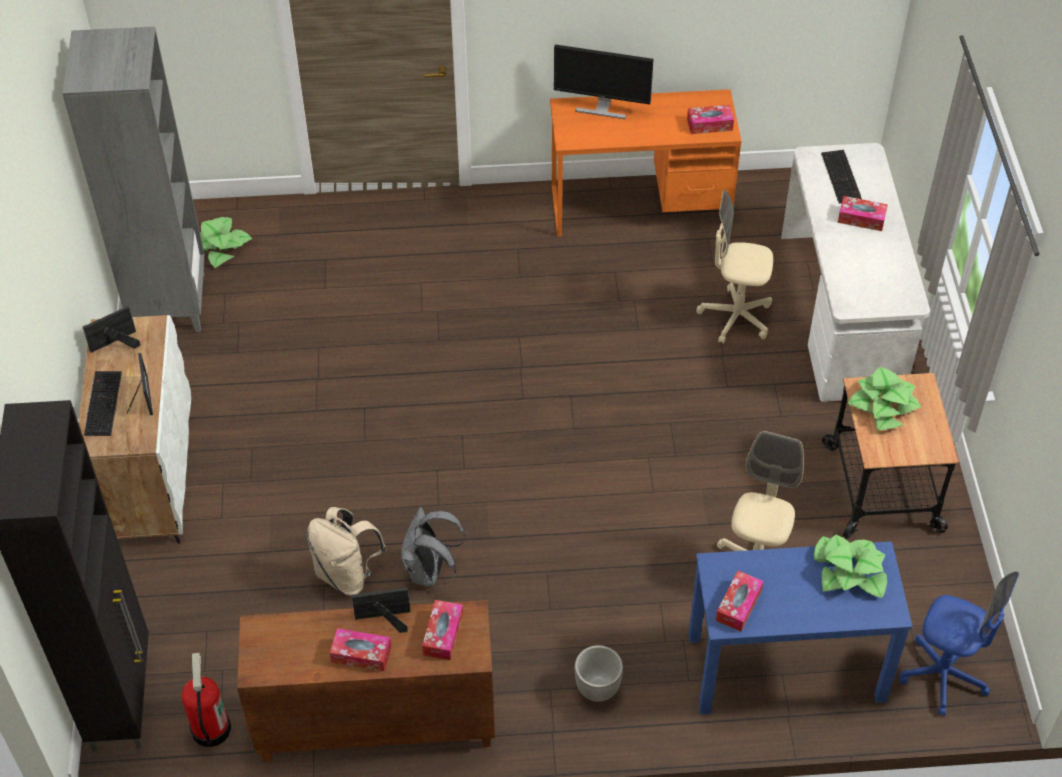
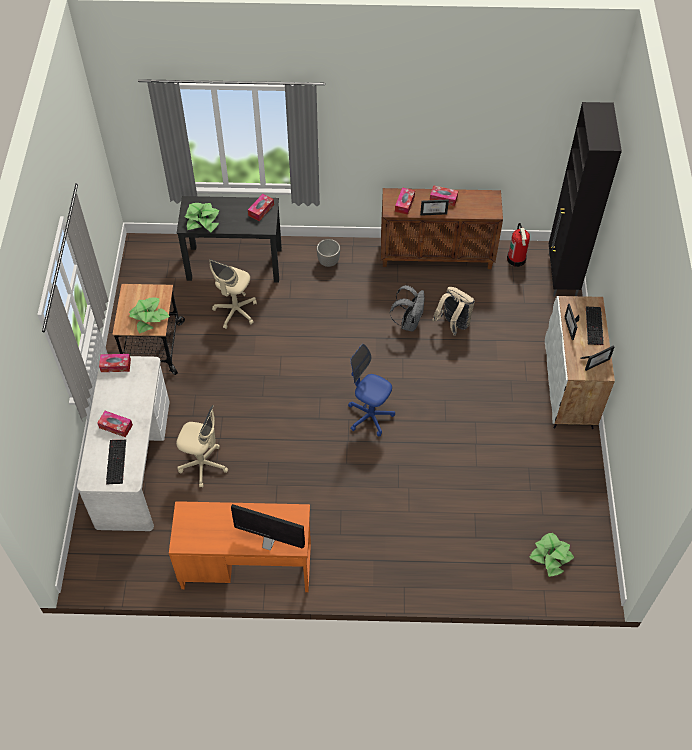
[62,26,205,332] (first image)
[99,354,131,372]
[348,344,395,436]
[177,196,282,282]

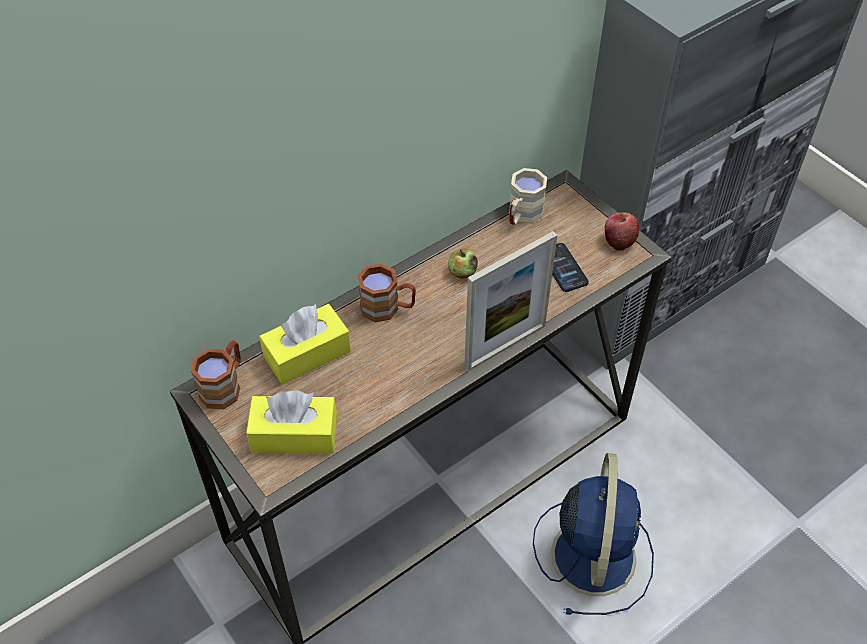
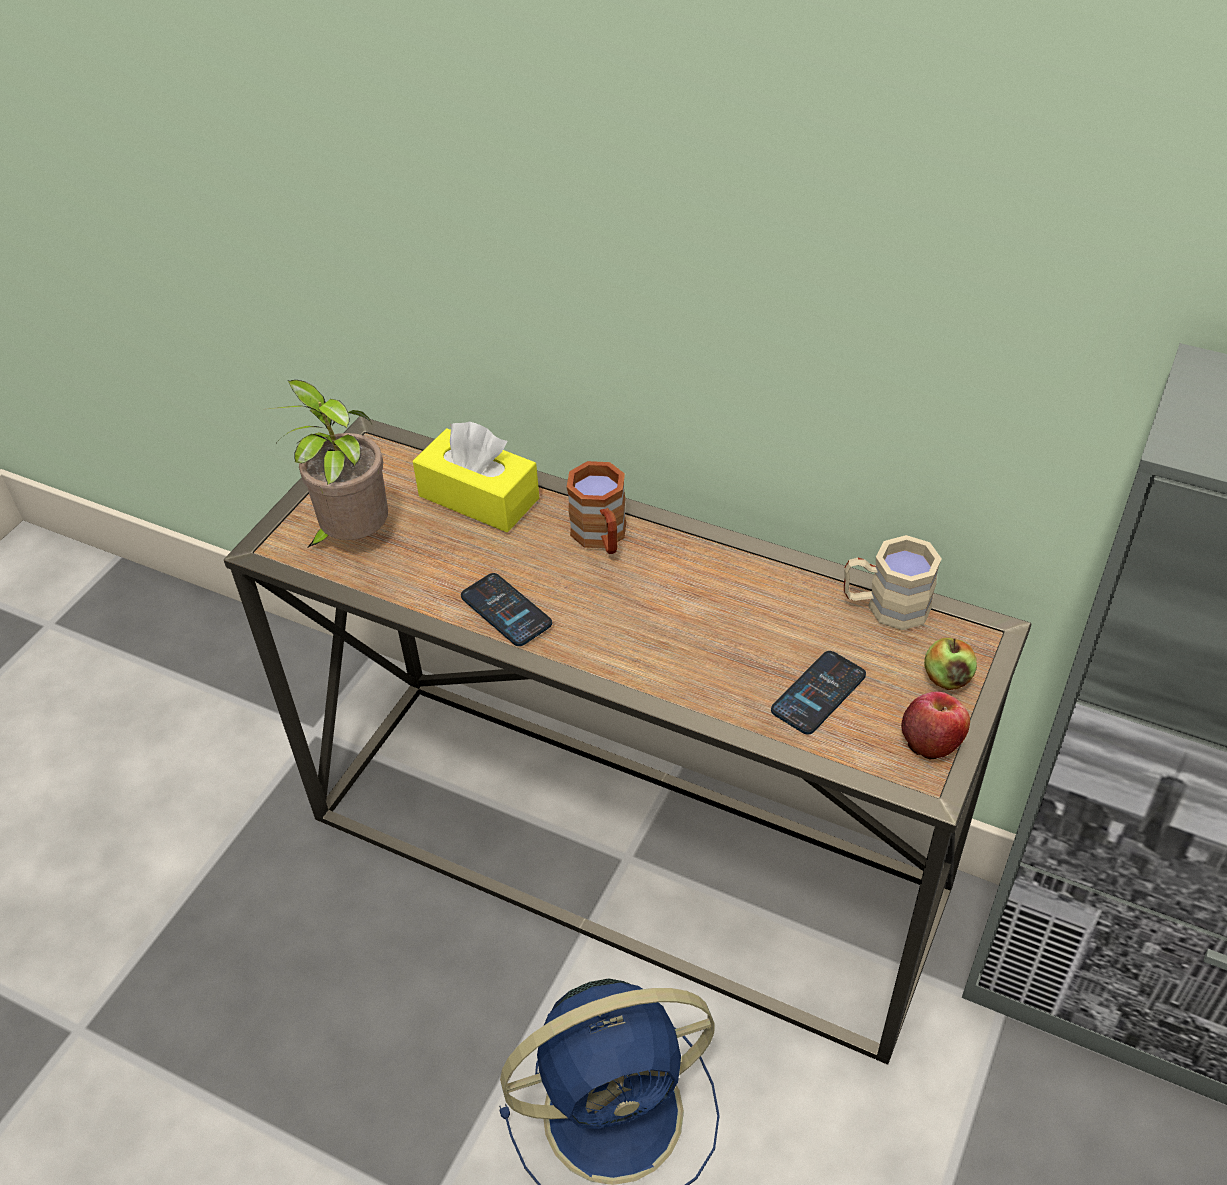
[190,340,241,409] (first image)
[464,231,558,371] (first image)
[461,573,552,646]
[924,638,977,690]
[269,380,388,548]

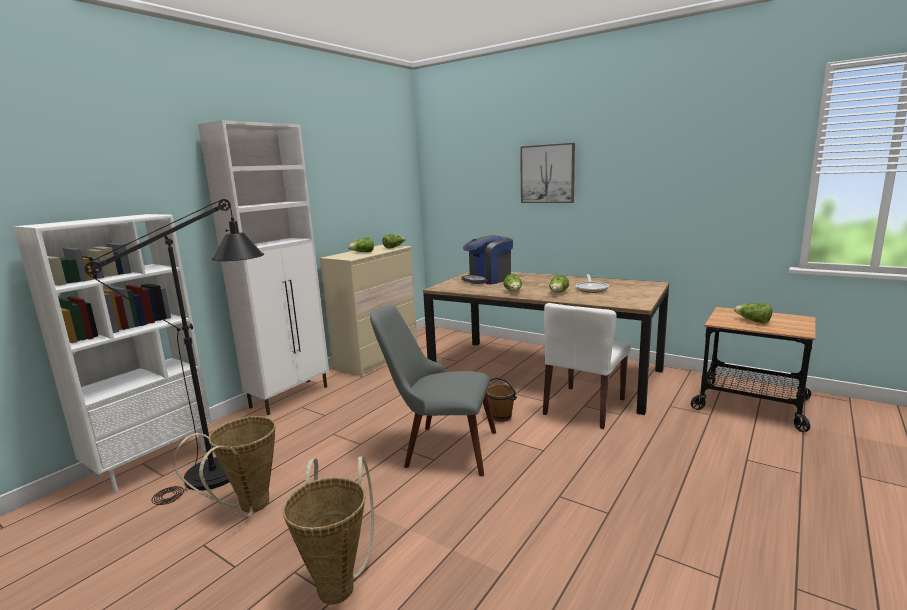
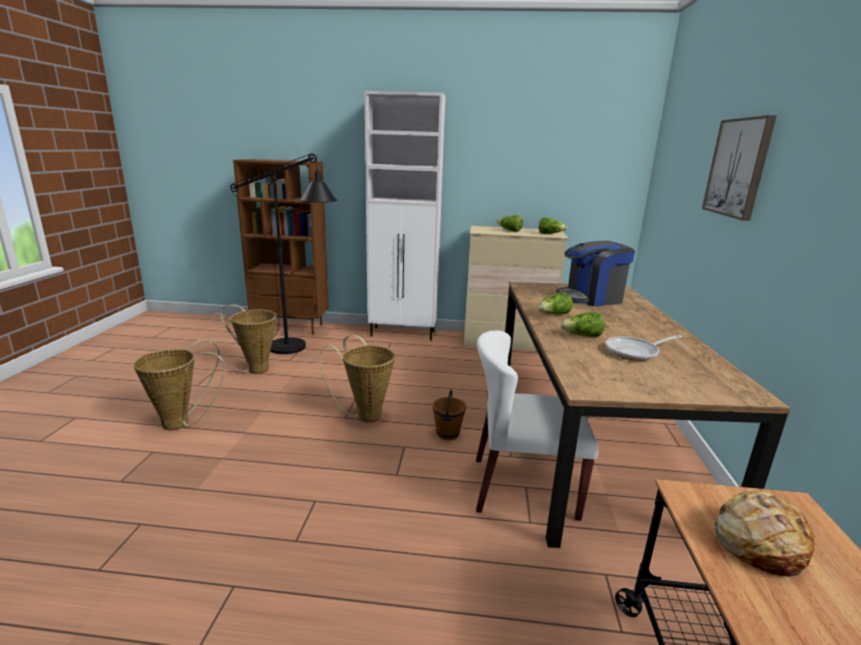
[319,335,395,423]
[714,490,814,577]
[233,159,329,335]
[556,241,635,306]

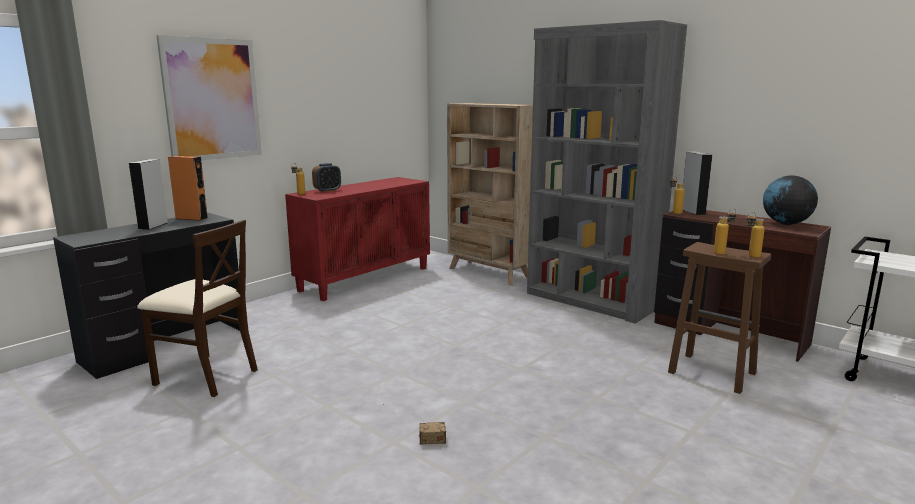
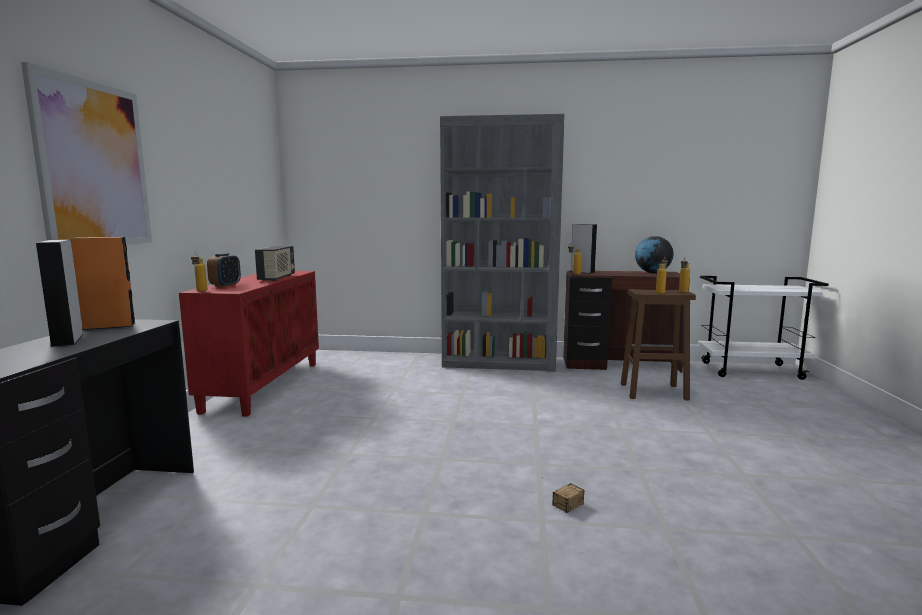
[137,220,258,397] (first image)
[447,103,533,285] (first image)
[255,246,295,281]

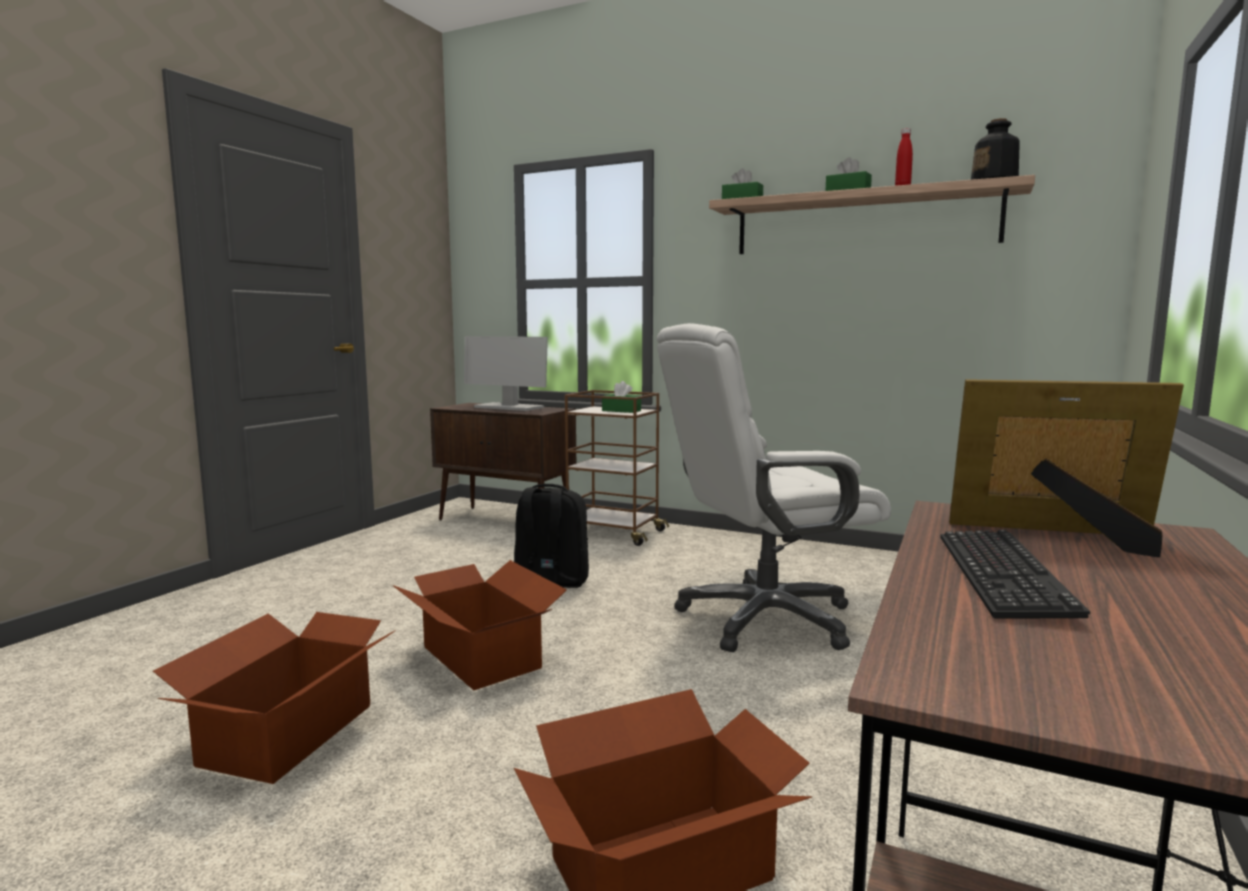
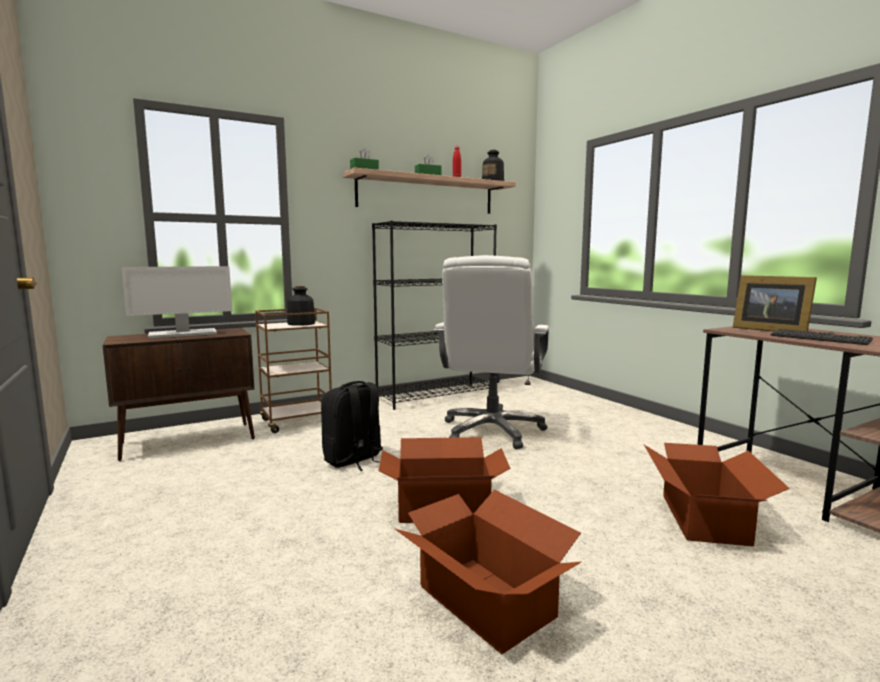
[372,221,497,410]
[287,286,315,326]
[733,275,817,332]

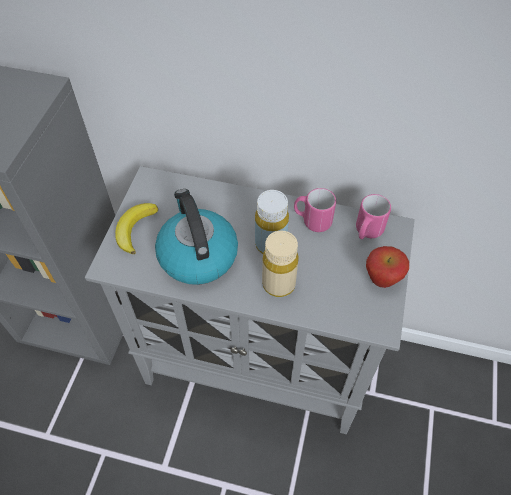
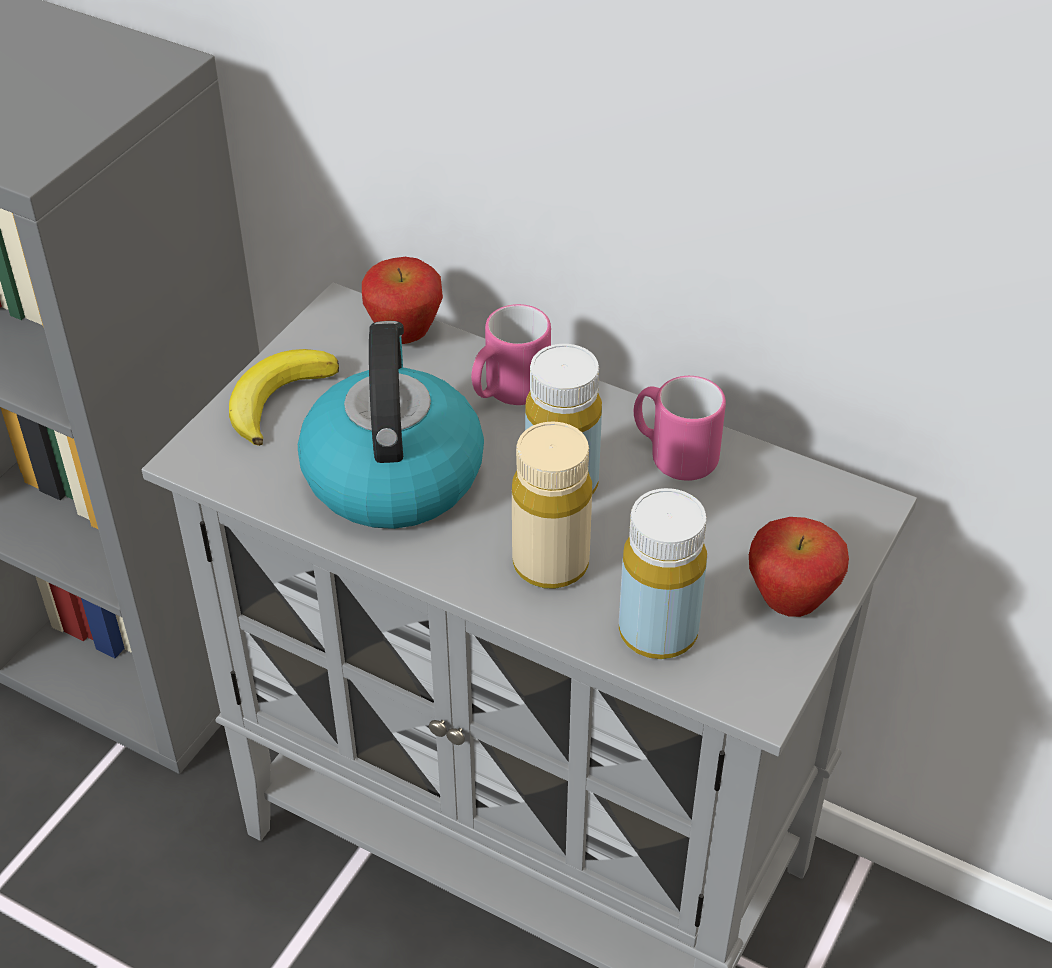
[362,257,443,344]
[619,488,707,659]
[471,304,551,405]

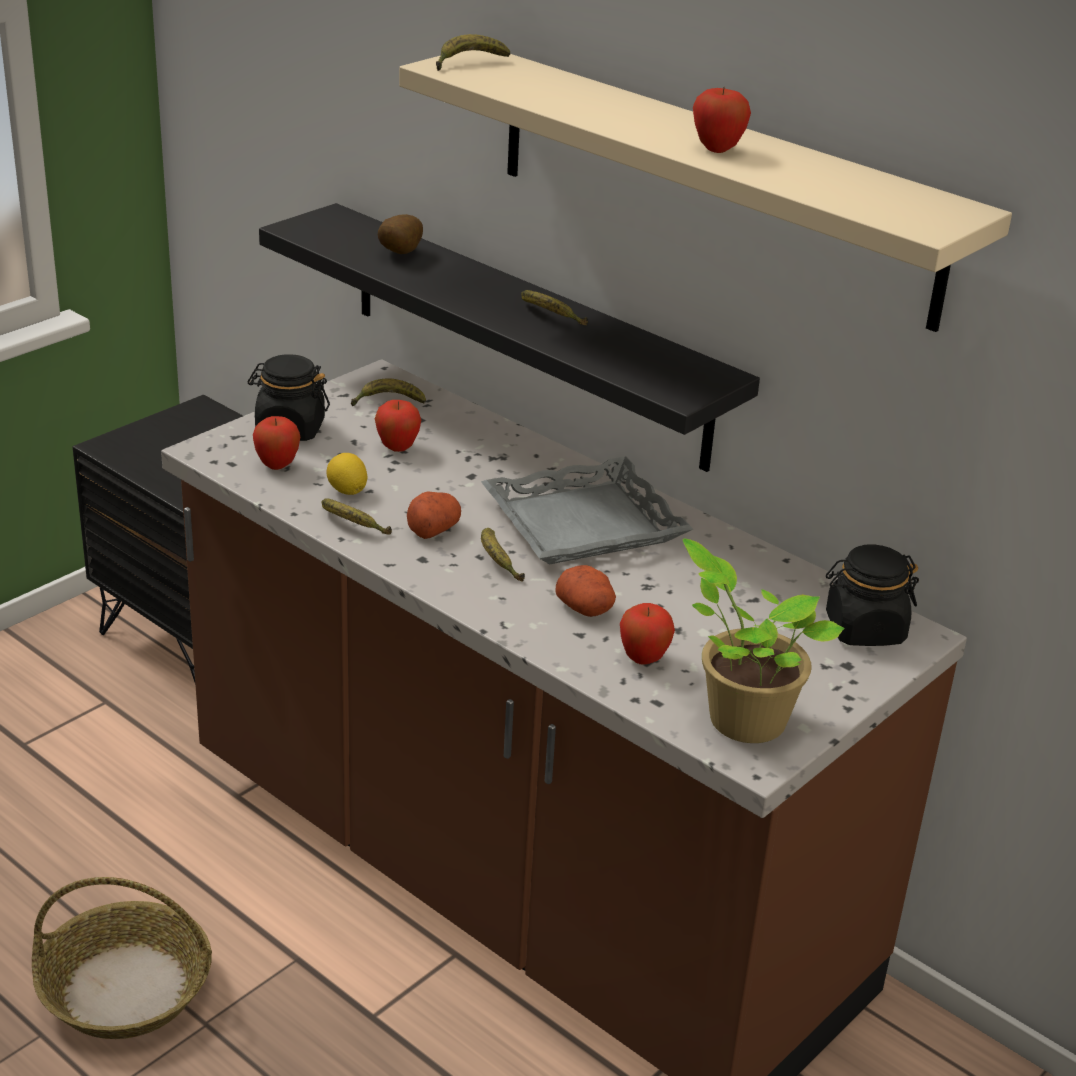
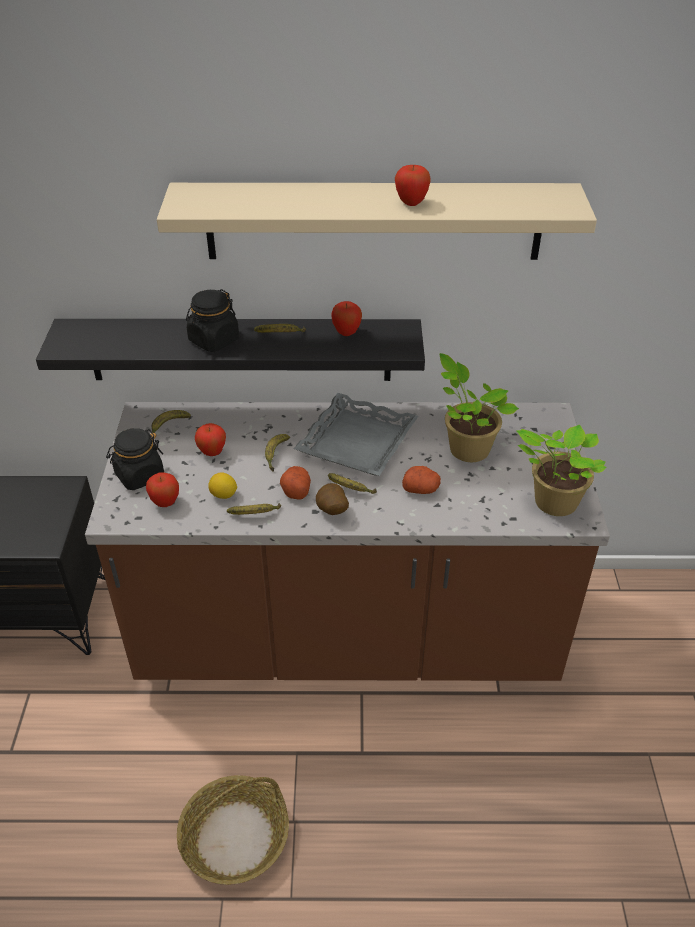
[440,353,519,462]
[316,483,349,515]
[265,434,290,472]
[331,301,362,336]
[186,289,239,352]

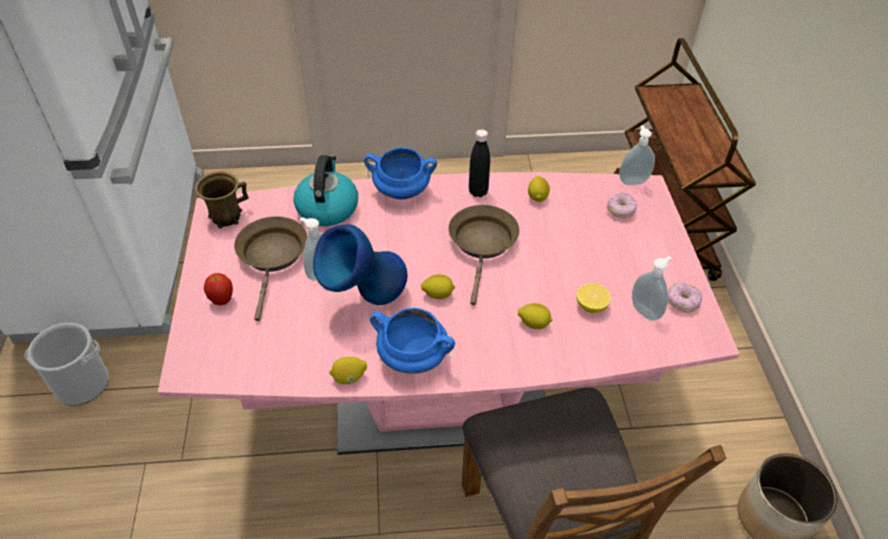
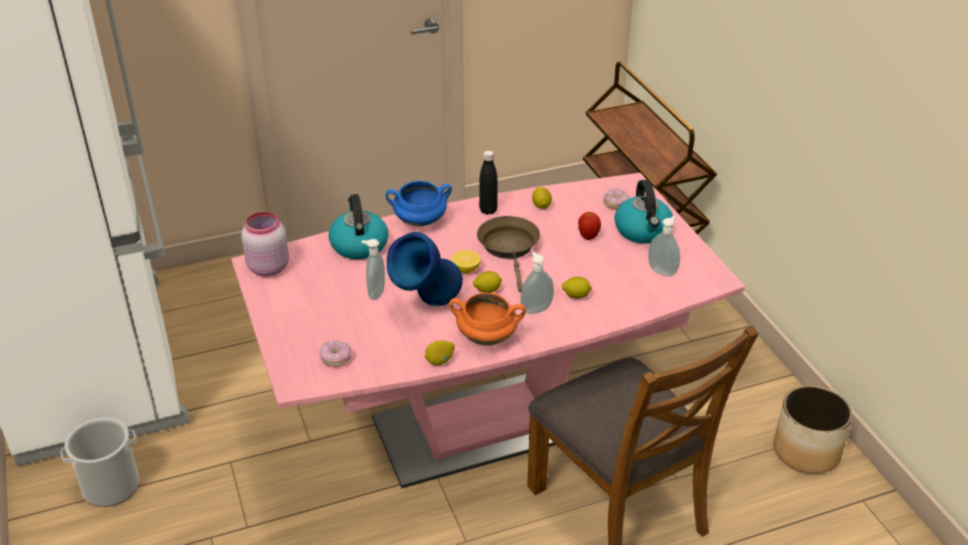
[234,216,307,321] (first image)
[615,180,673,244]
[578,212,601,240]
[452,250,481,273]
[520,252,554,314]
[319,340,351,366]
[241,212,289,276]
[449,293,526,346]

